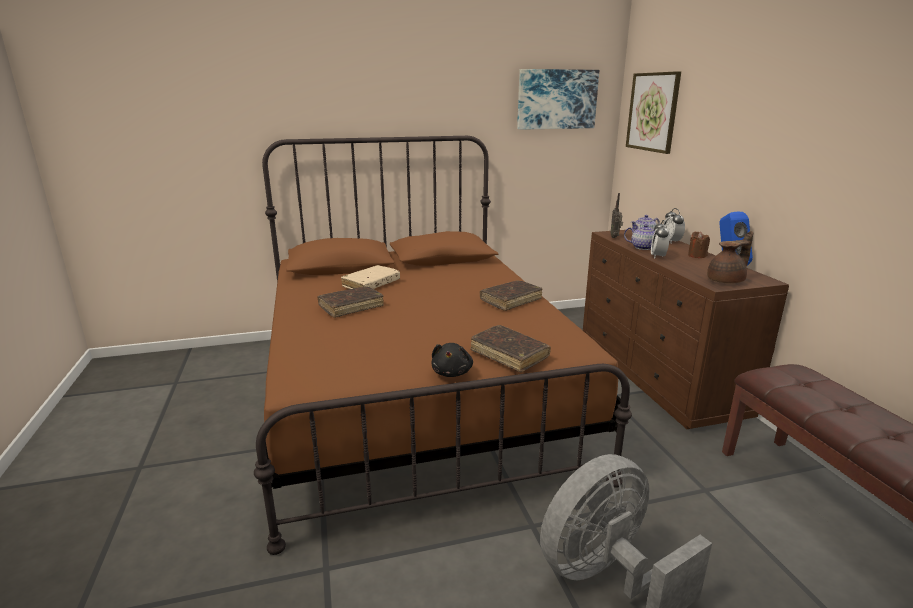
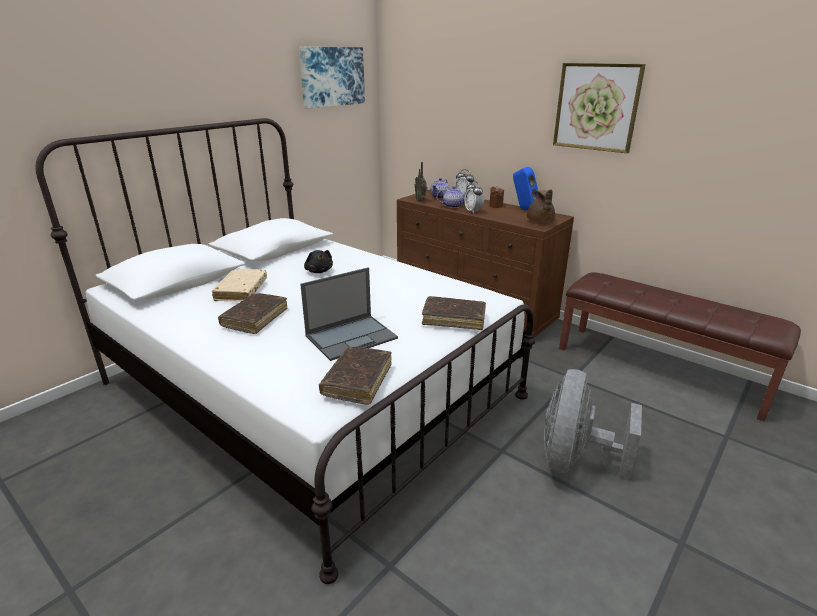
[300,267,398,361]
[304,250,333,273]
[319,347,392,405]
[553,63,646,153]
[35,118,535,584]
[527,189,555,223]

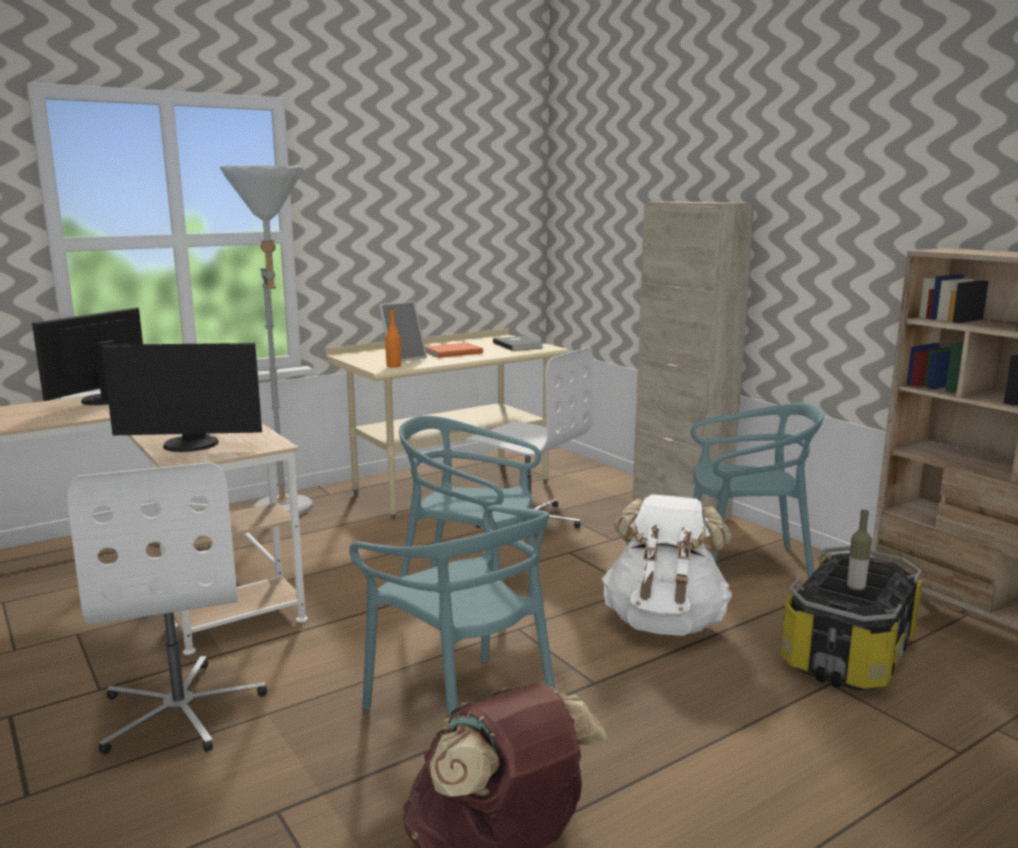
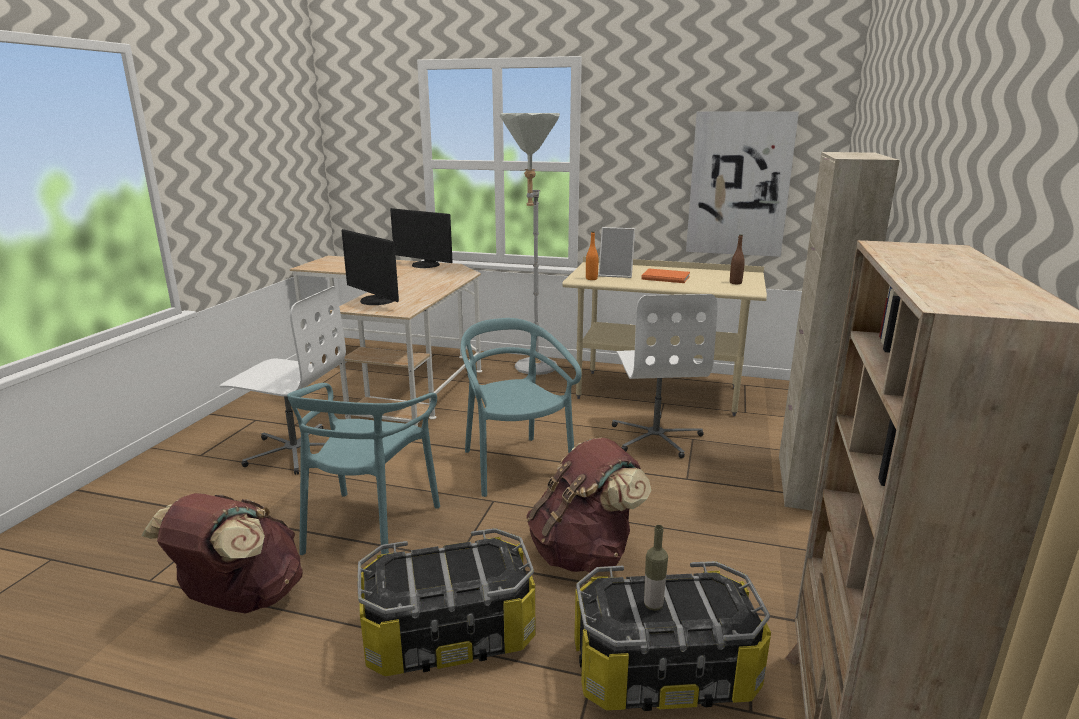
[691,403,824,578] (first image)
[357,528,535,676]
[686,111,799,257]
[730,234,745,284]
[526,438,651,573]
[390,208,453,268]
[219,286,346,475]

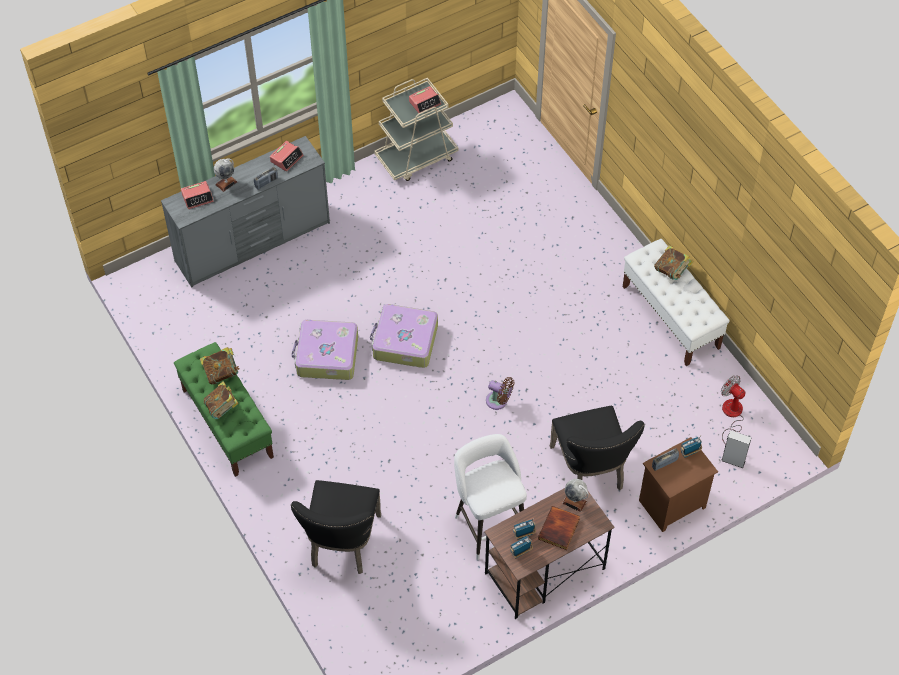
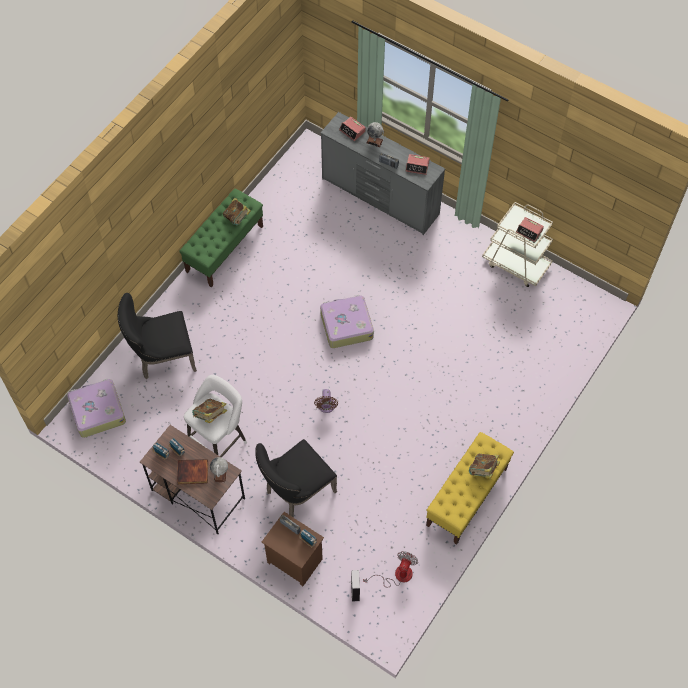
[192,399,227,424]
[67,379,126,438]
[426,432,514,545]

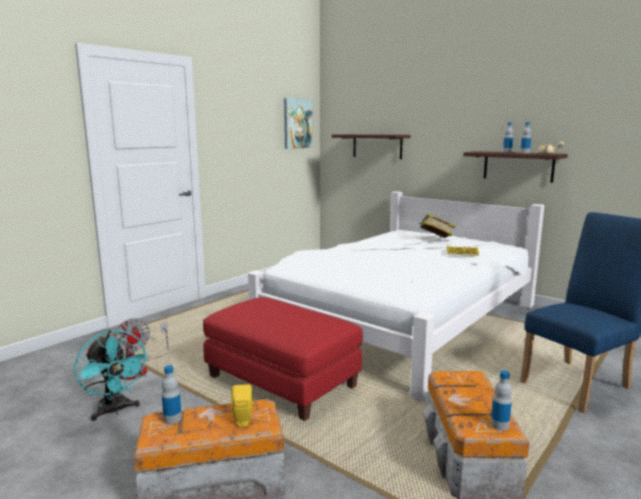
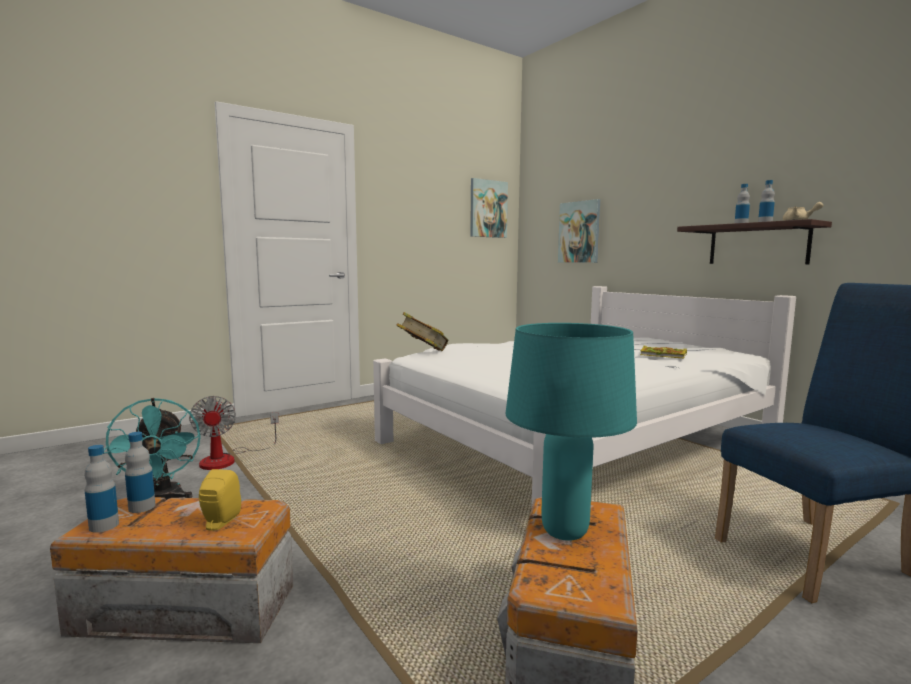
[203,297,363,421] (first image)
[505,323,637,541]
[397,312,448,351]
[84,445,119,533]
[558,199,600,263]

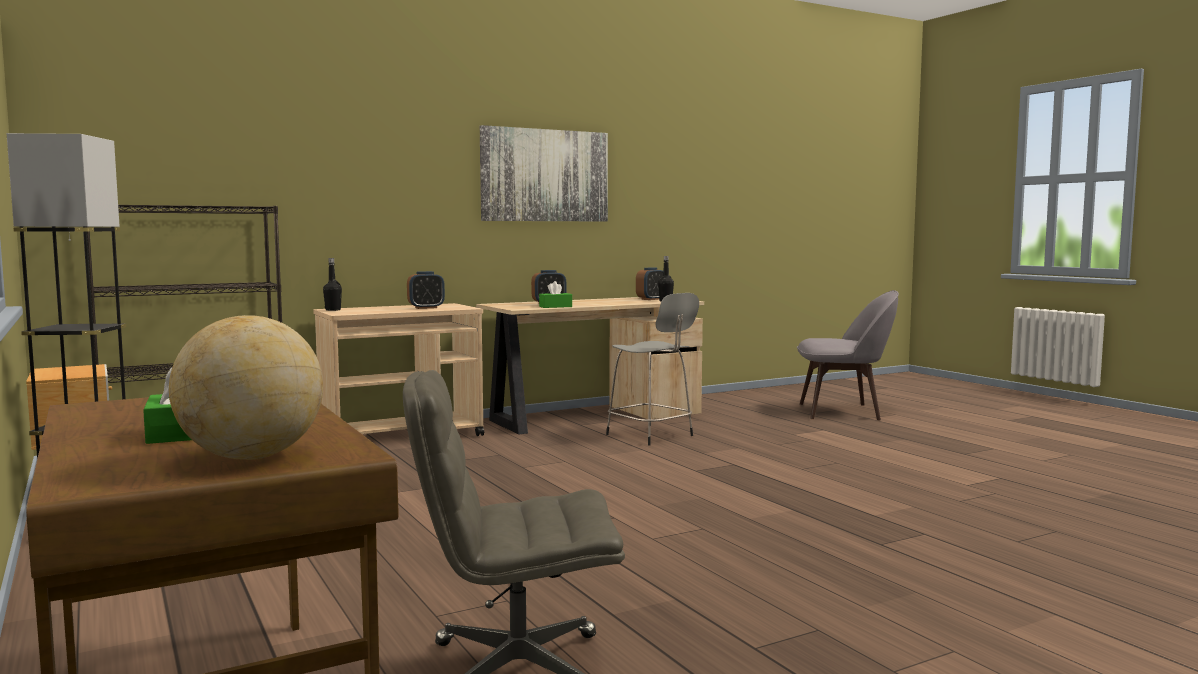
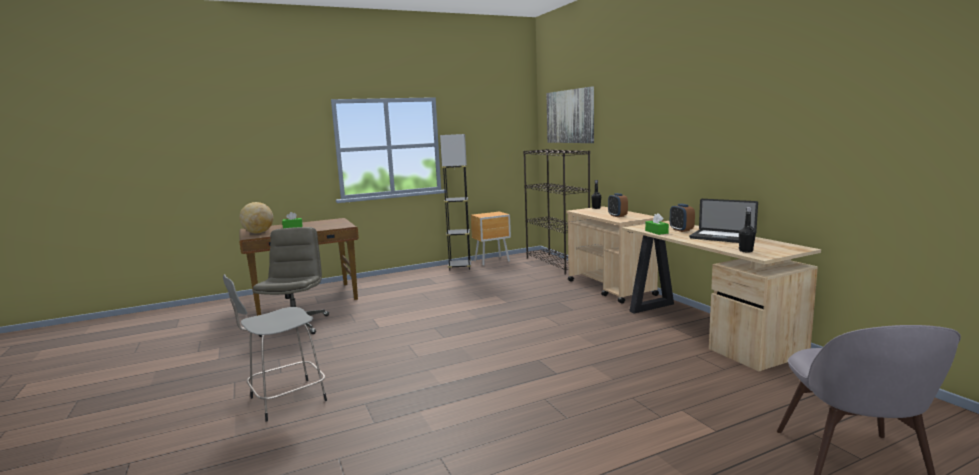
[636,267,663,300] (first image)
[689,199,758,243]
[546,87,594,143]
[223,274,327,422]

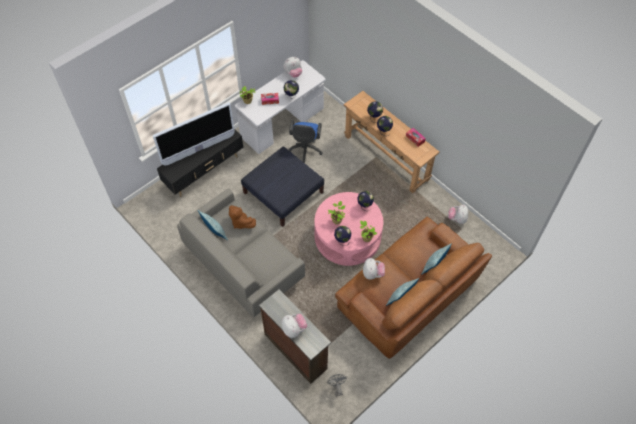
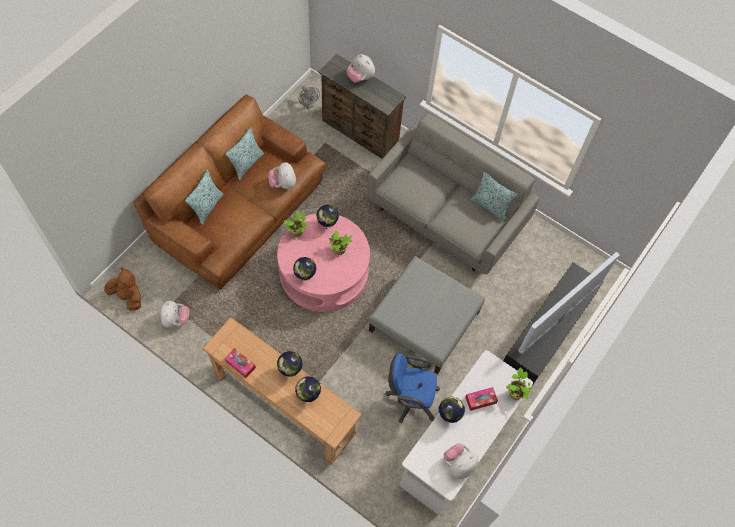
[104,267,141,310]
[369,256,485,374]
[385,353,440,423]

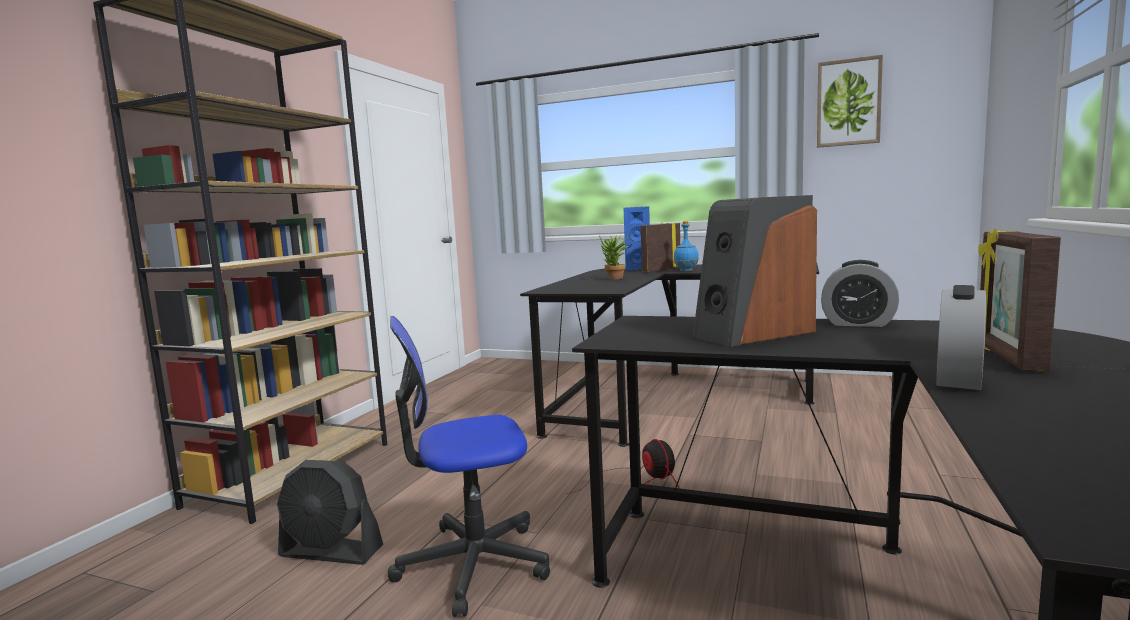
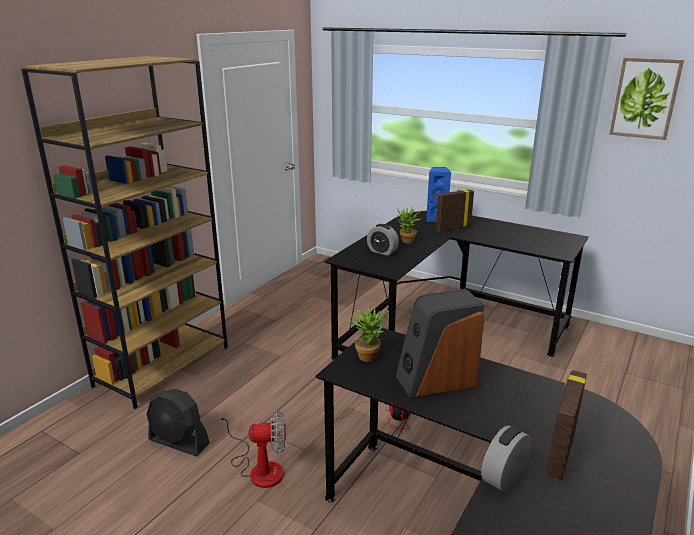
[674,221,699,272] (first image)
[349,309,386,362]
[367,224,399,256]
[220,410,286,488]

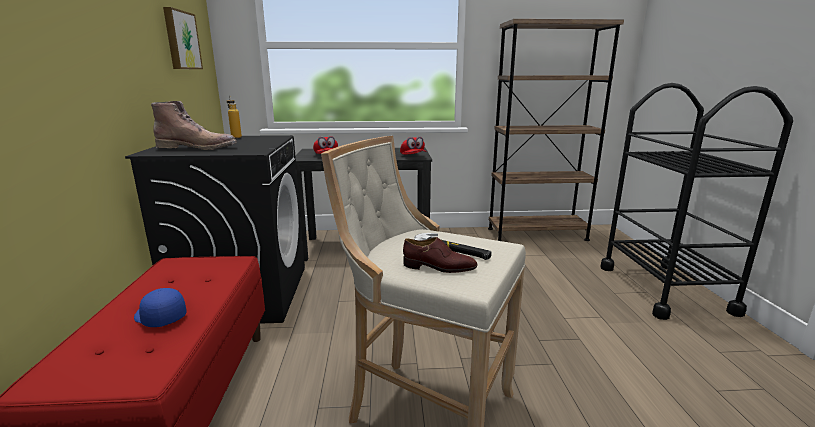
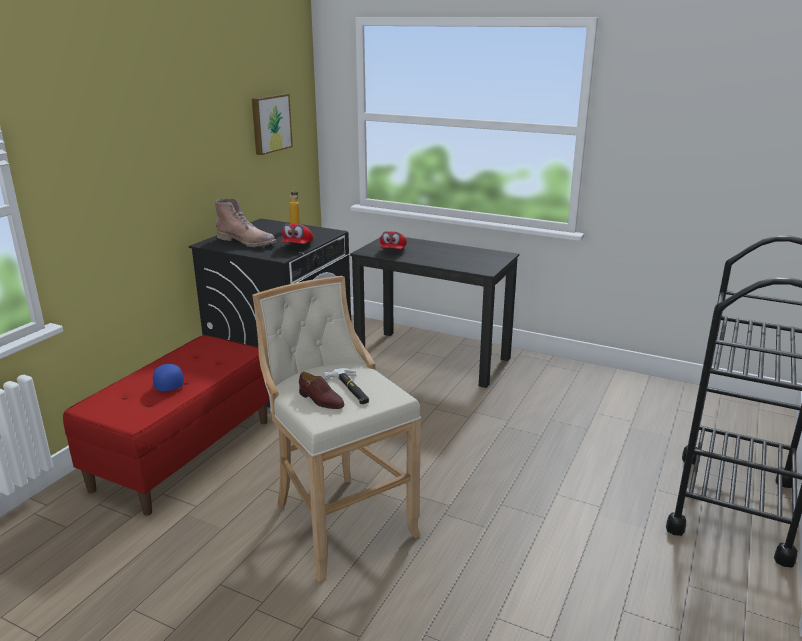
[488,19,624,241] (first image)
[281,224,314,244]

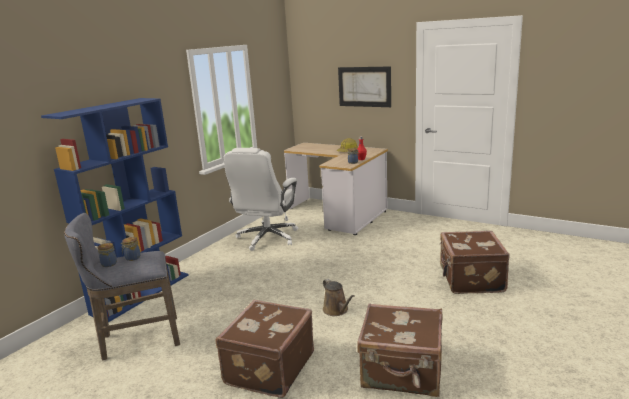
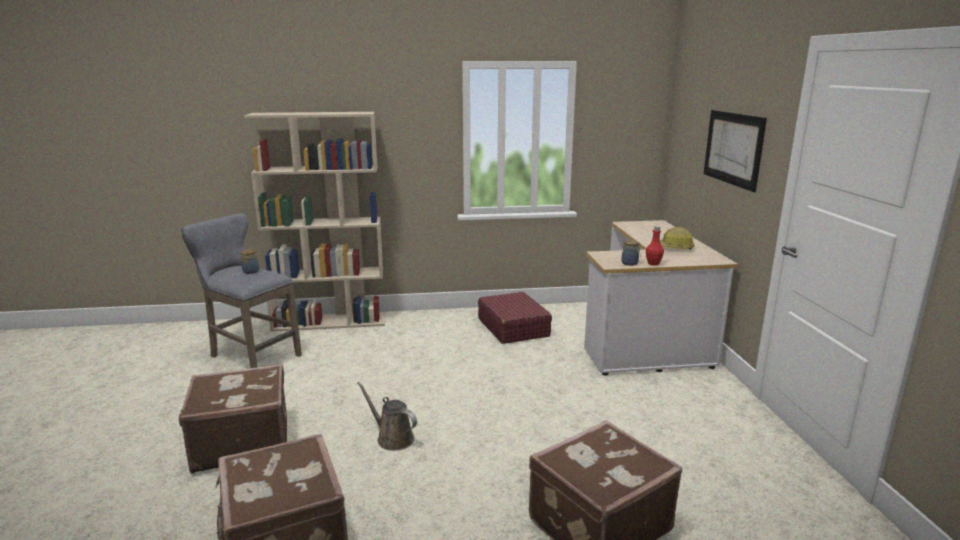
[98,243,117,267] (first image)
[478,292,552,344]
[244,112,386,332]
[357,382,417,451]

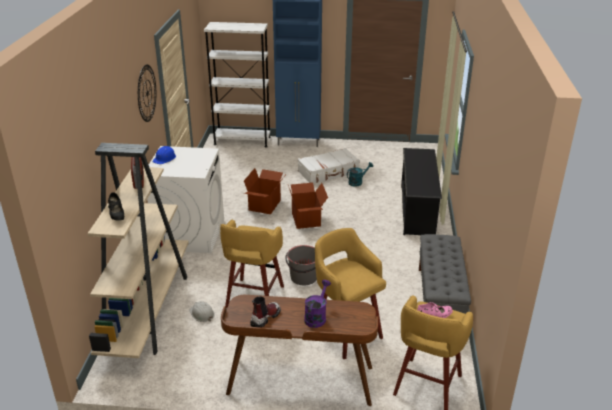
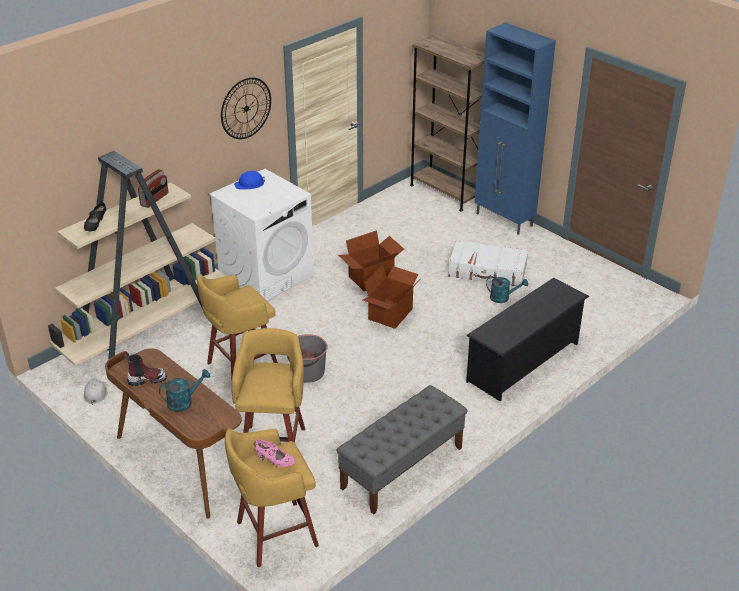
[84,378,107,405]
[410,35,485,212]
[159,369,211,412]

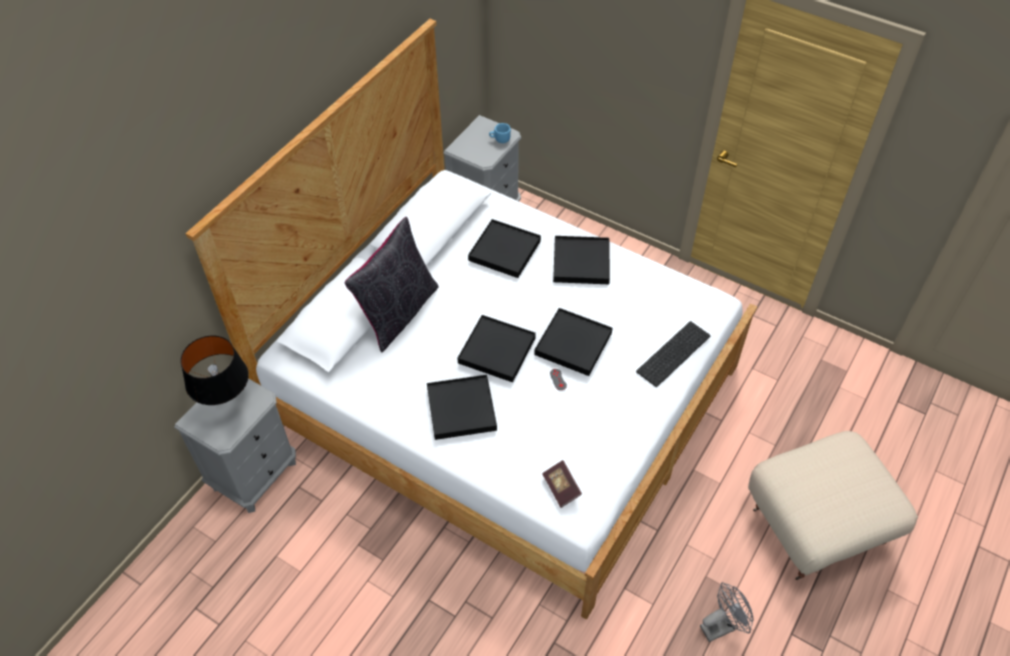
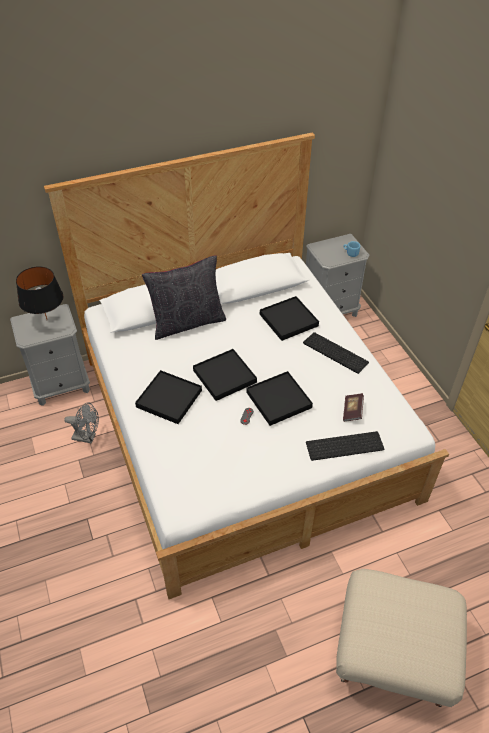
[343,393,364,422]
[64,402,99,443]
[303,332,369,374]

